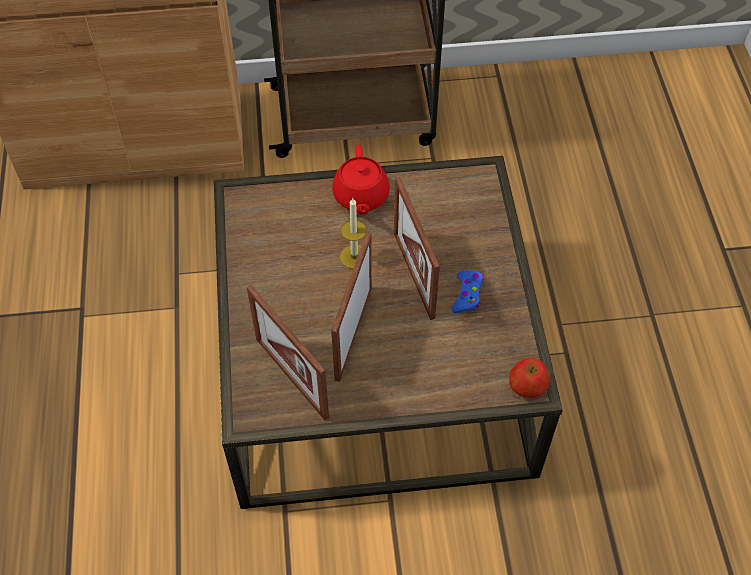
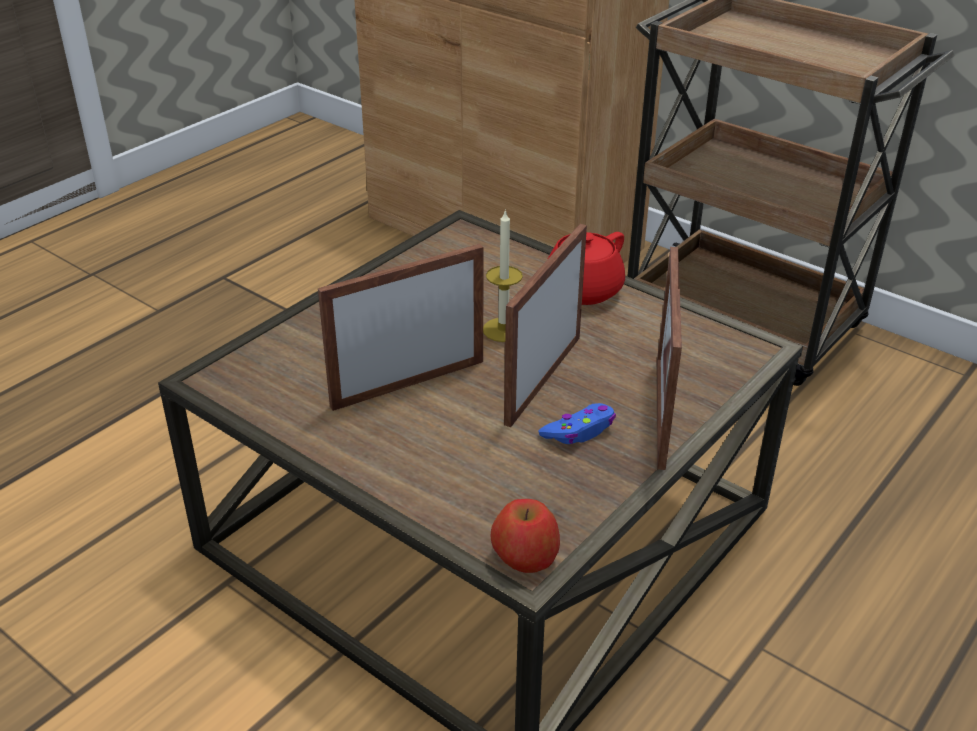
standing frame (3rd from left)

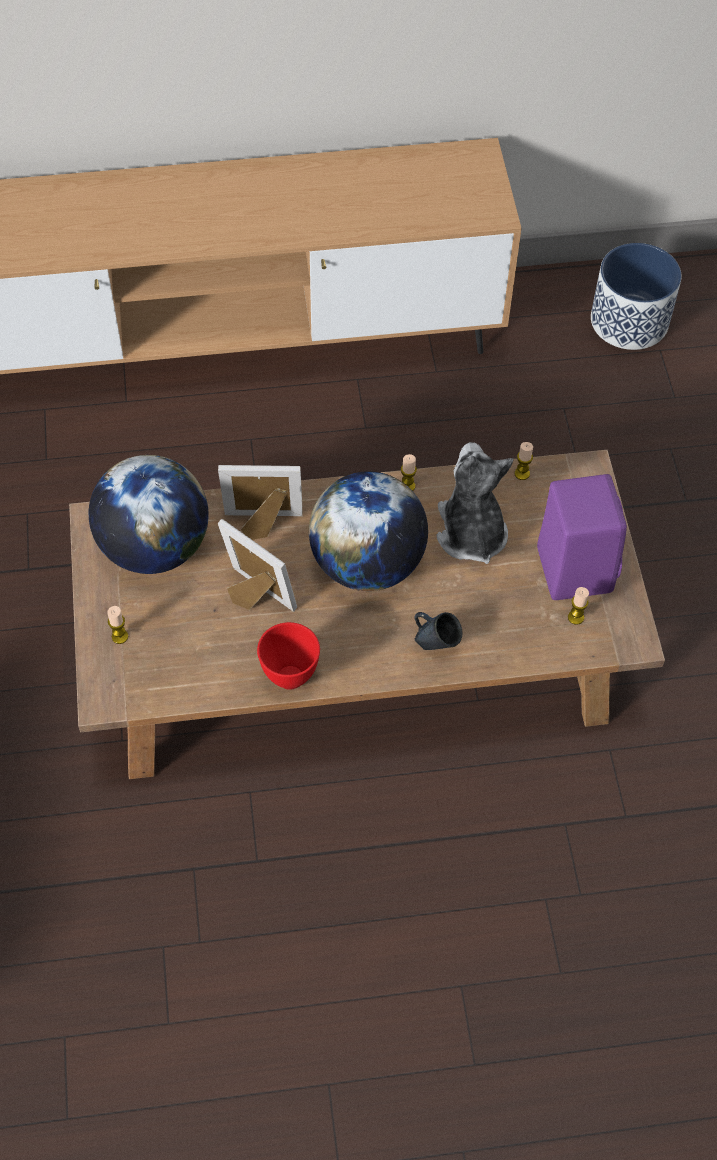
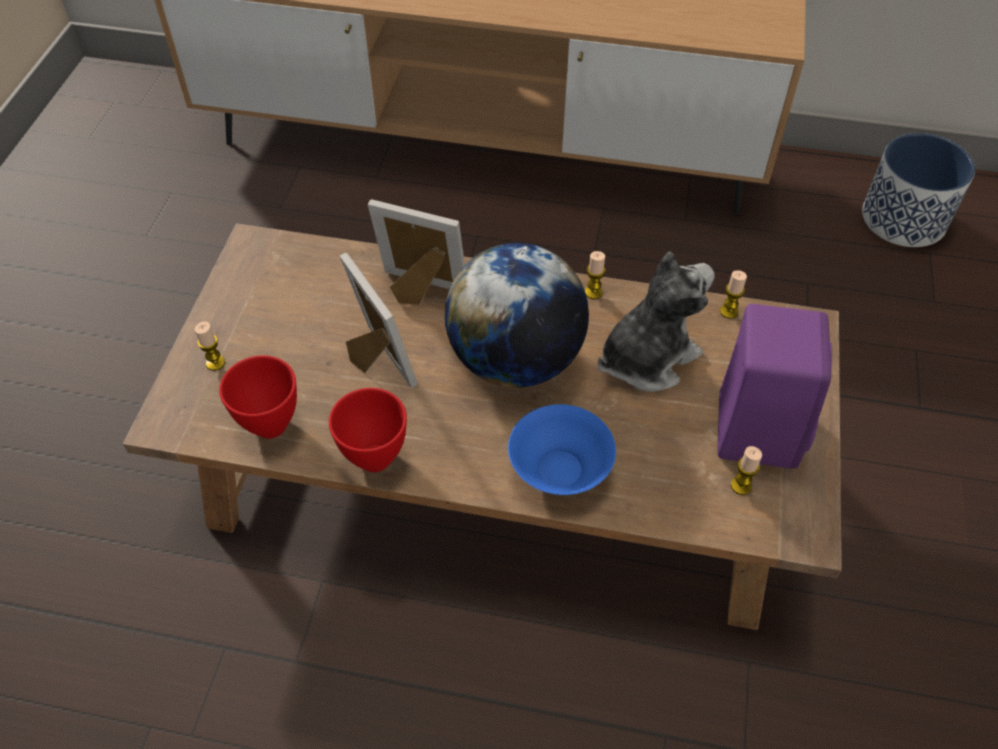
soft toy
desk globe (1st from left in the first image)
deep dish in blue-coloured
deep dish in red (1st from left)

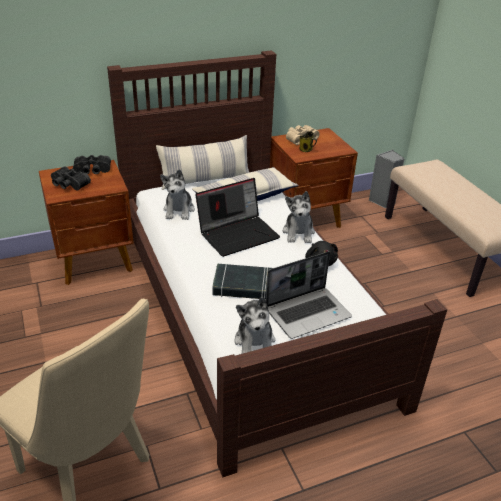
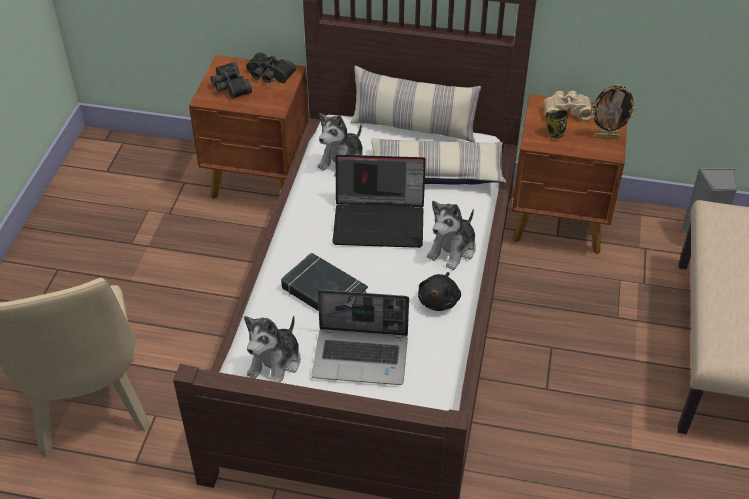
standing frame

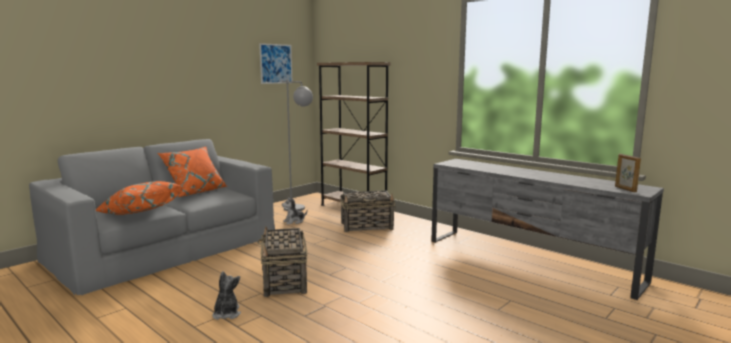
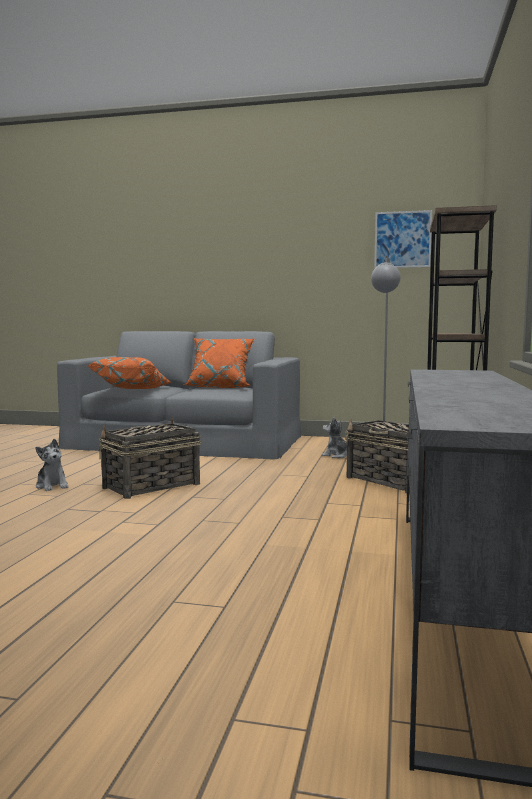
standing frame
soft toy (1st from left)

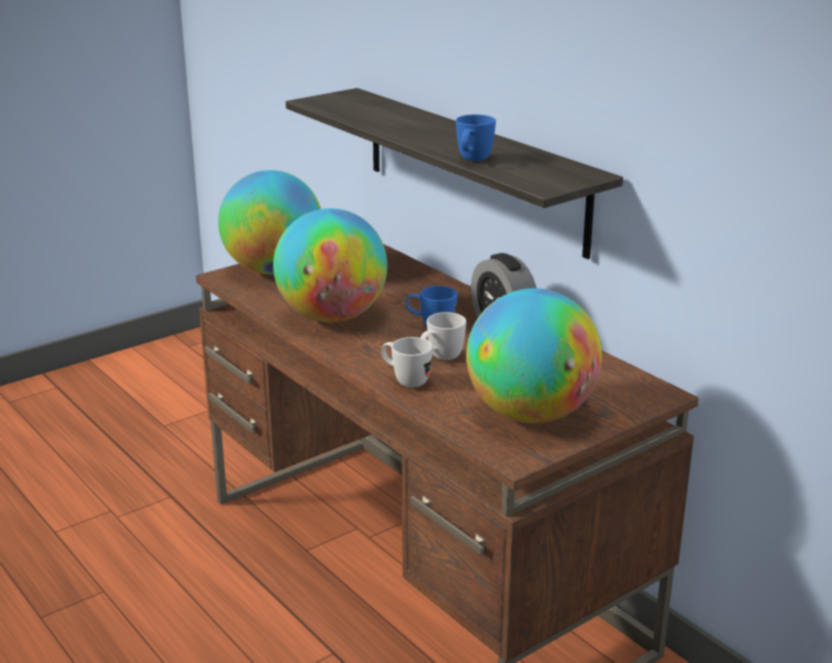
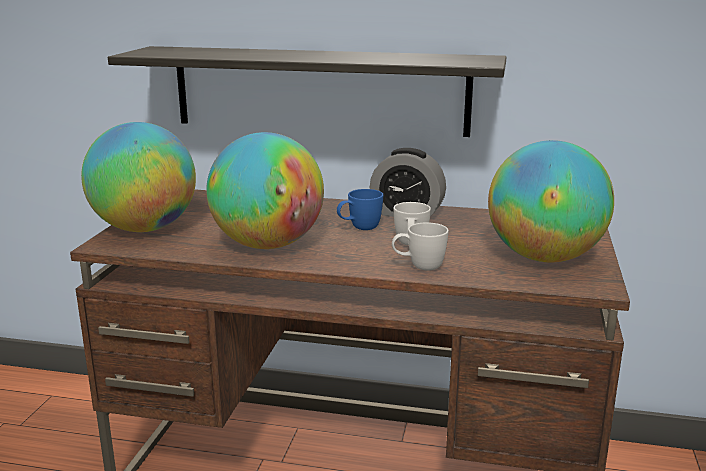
coffee mug in blue-coloured (2nd from left in the first image)

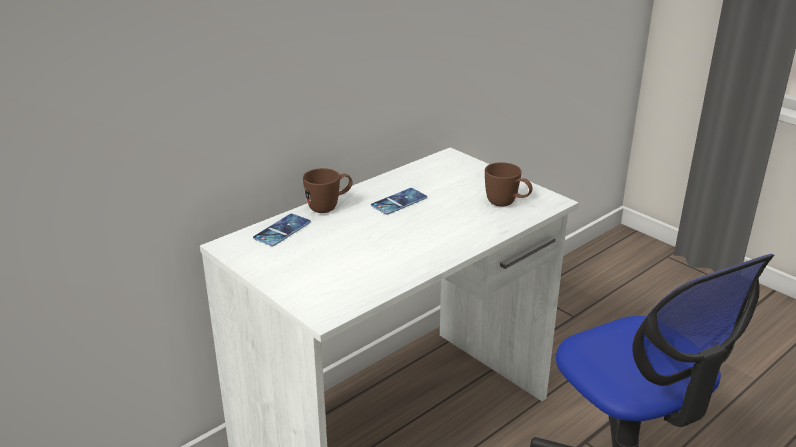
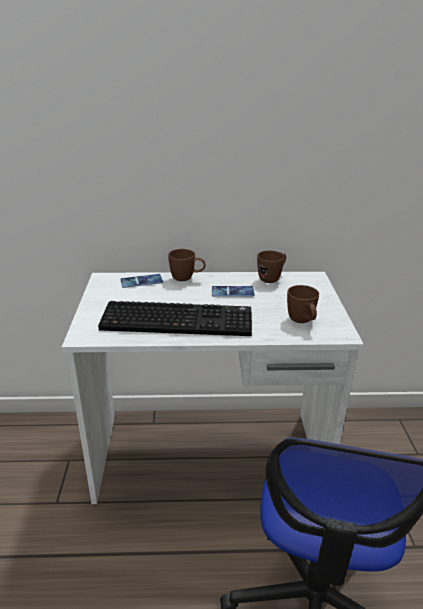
coffee mug in brownish (2nd from left)
computer keyboard

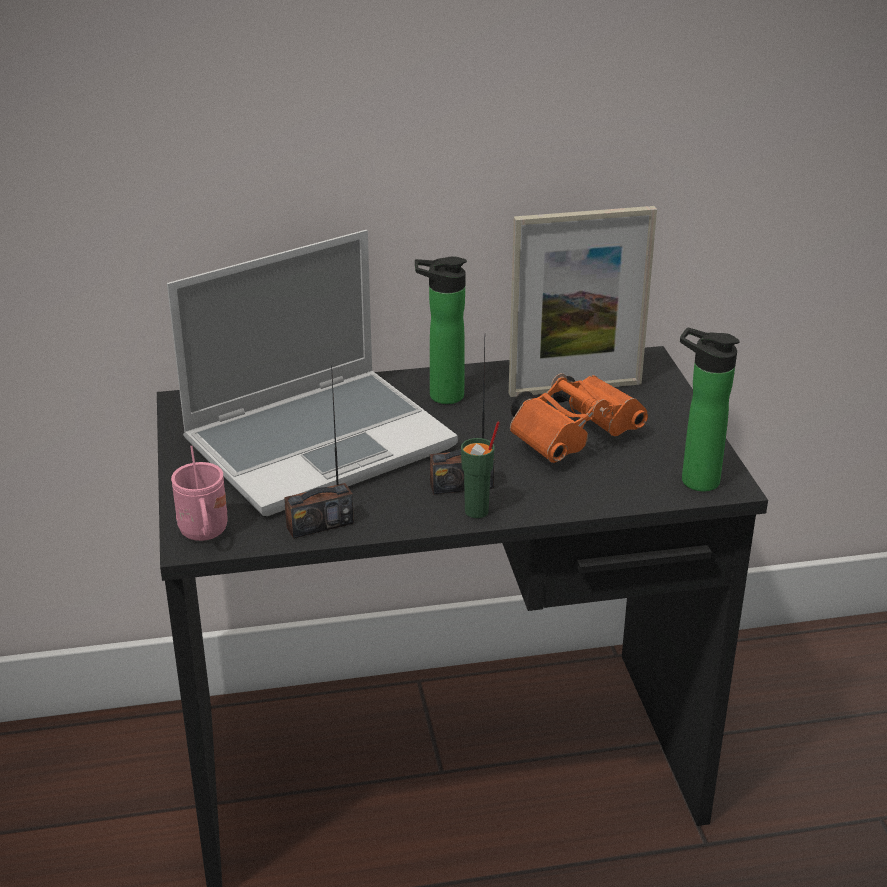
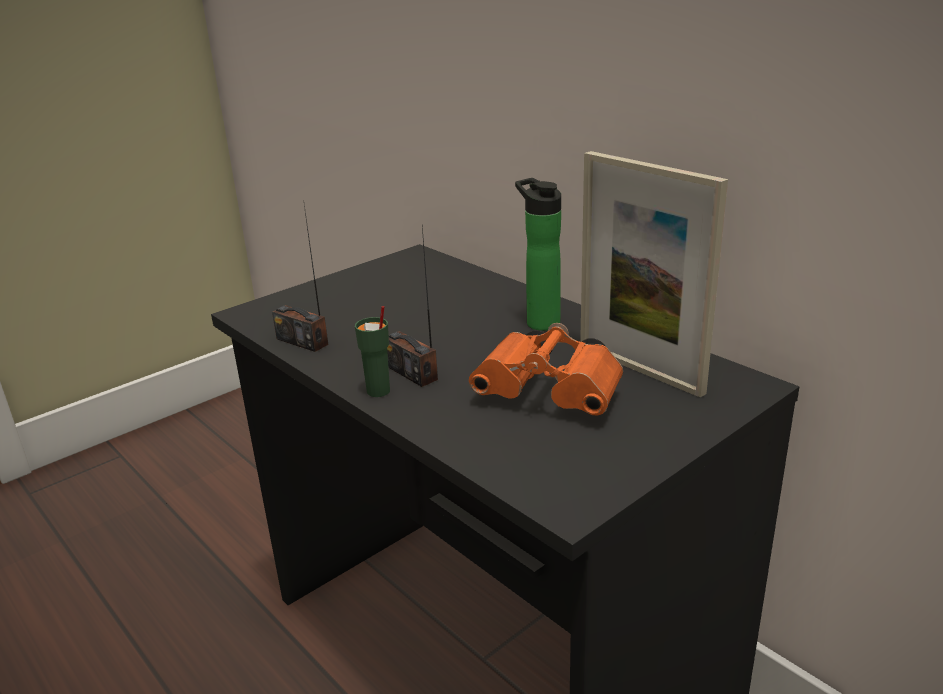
portable computer
bottle (2nd from left in the first image)
coffee mug in pinkish

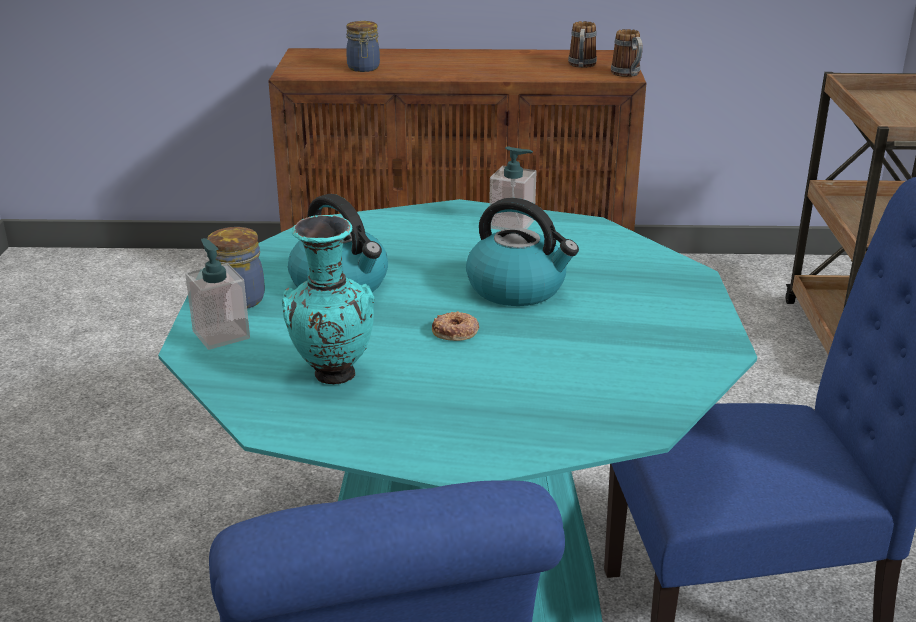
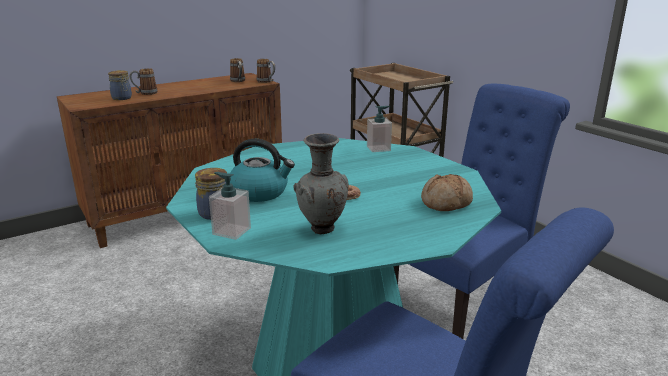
soap bottle (2nd from left)
tea kettle (2nd from left in the first image)
flower vase in grey
coffee mug (1st from left)
bread

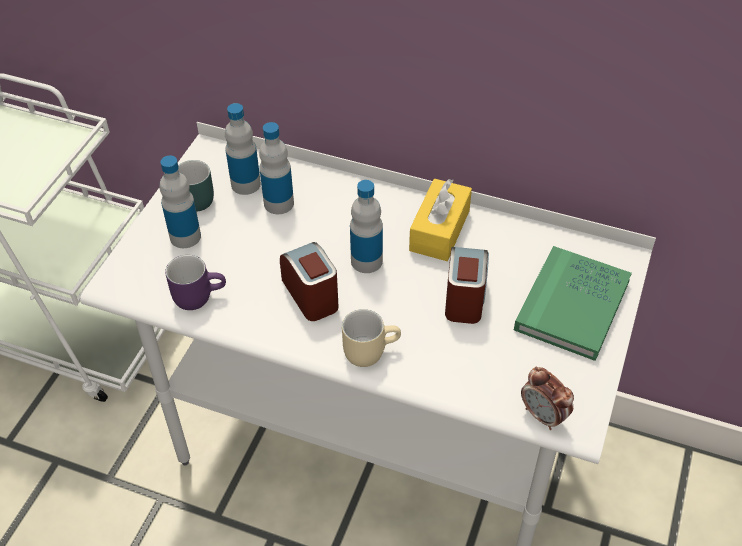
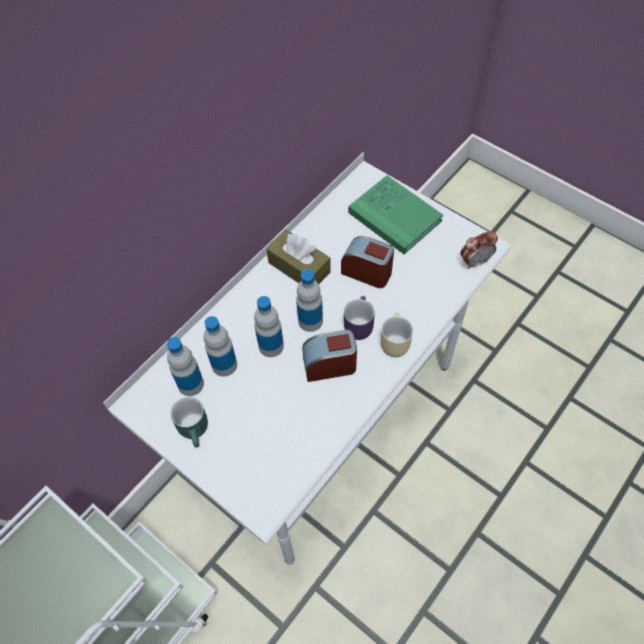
bottle (3rd from left)
tissue box in brownish
coffee mug in purple

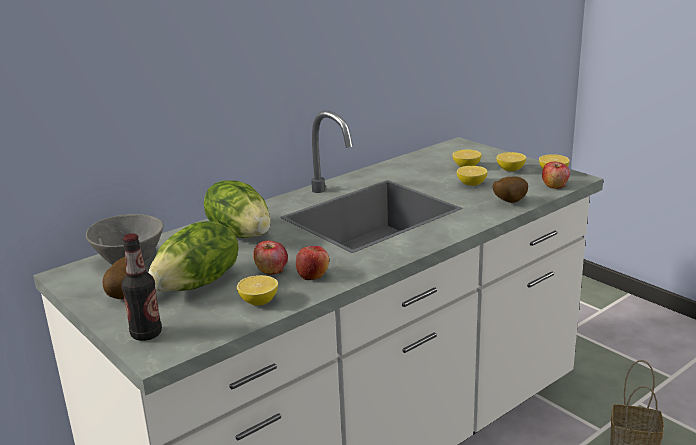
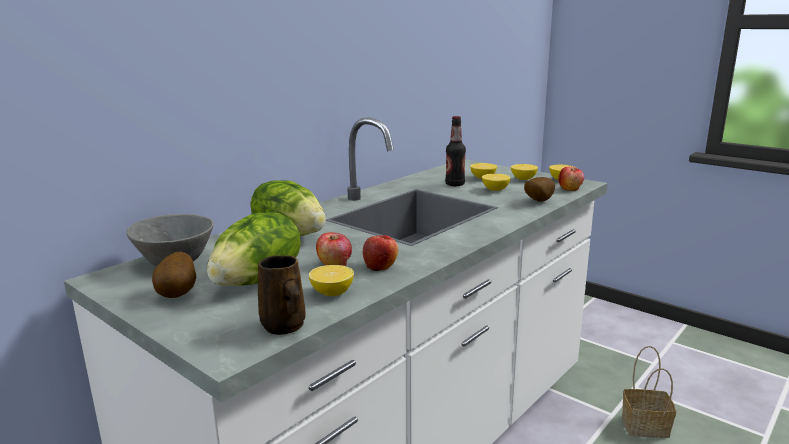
bottle
coffee mug in brownish

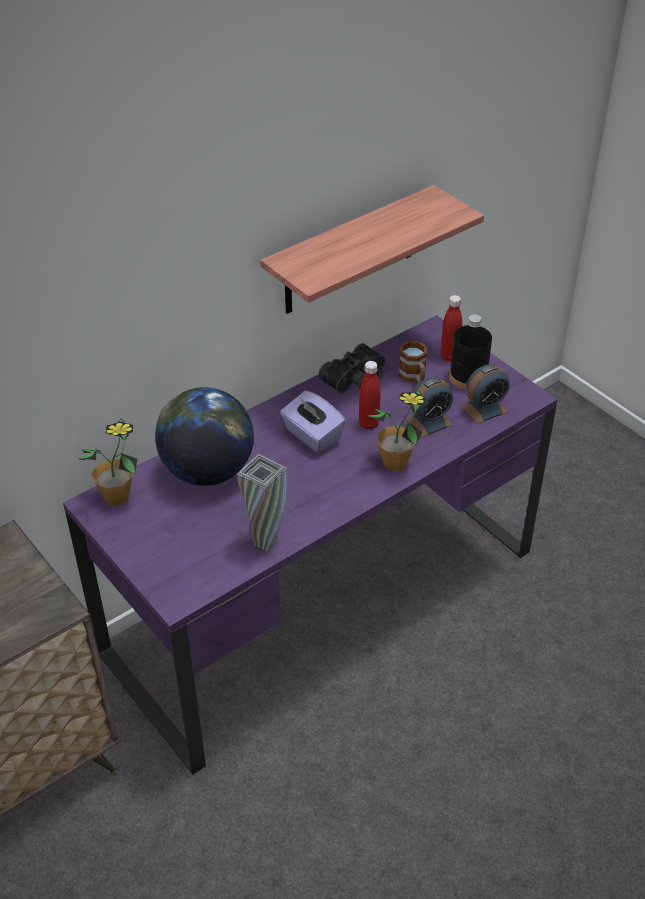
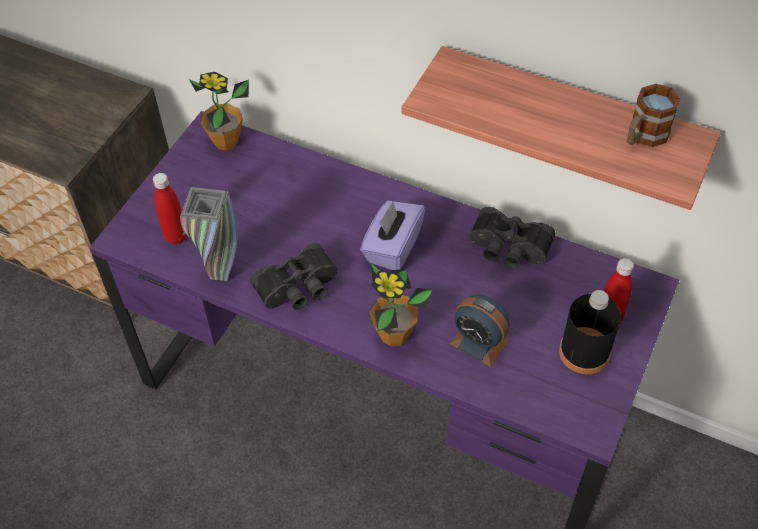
coffee mug
bottle in red (1st from left)
table clock (2nd from left in the first image)
desk globe
field glasses in black (1st from left)

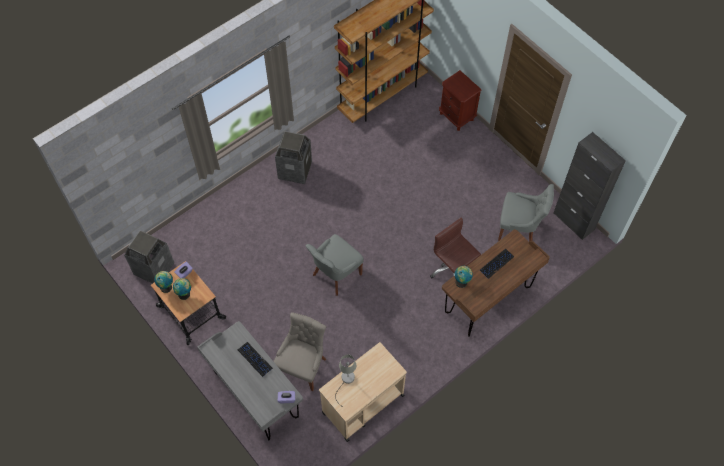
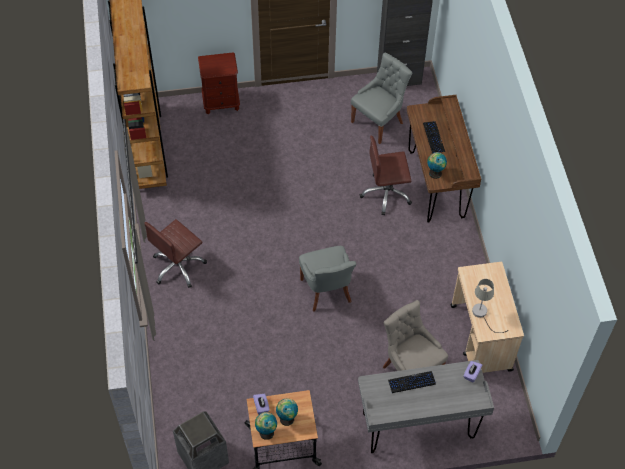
office chair in brownish (1st from left)

